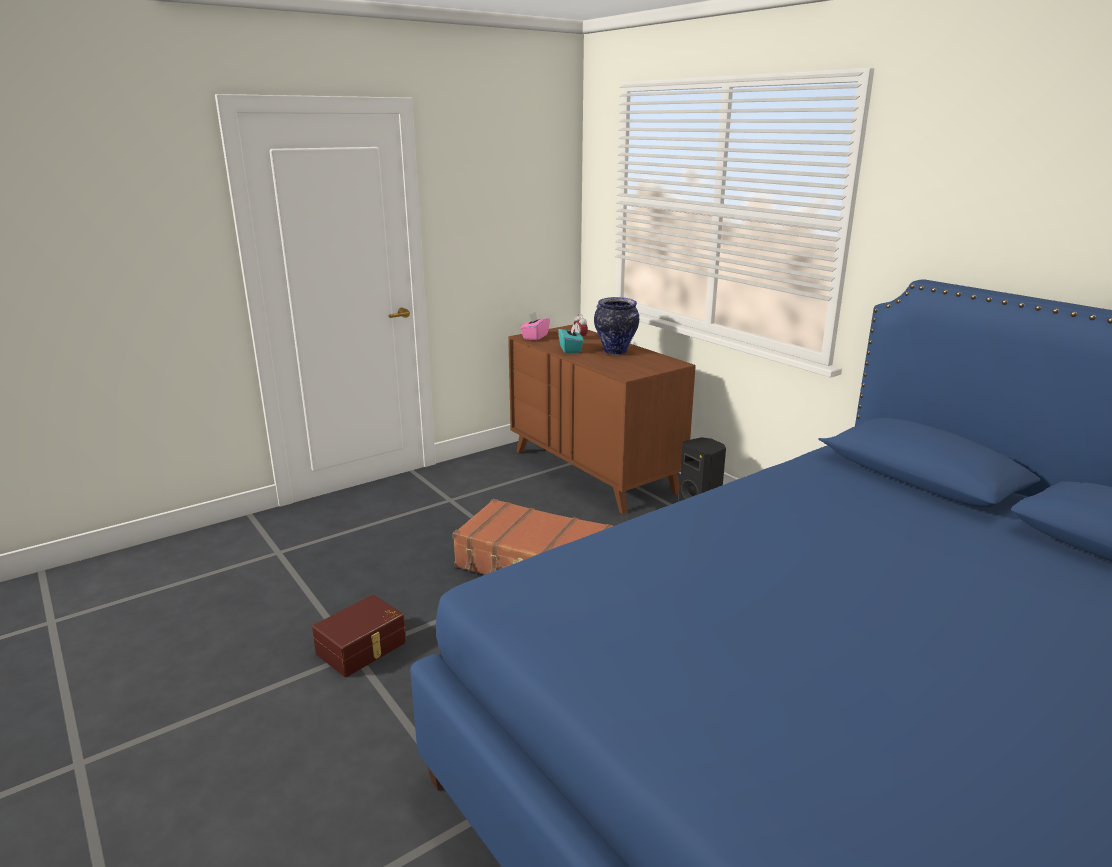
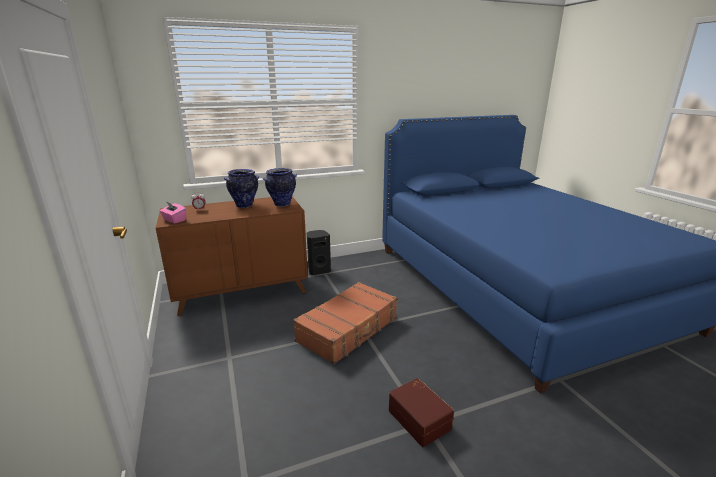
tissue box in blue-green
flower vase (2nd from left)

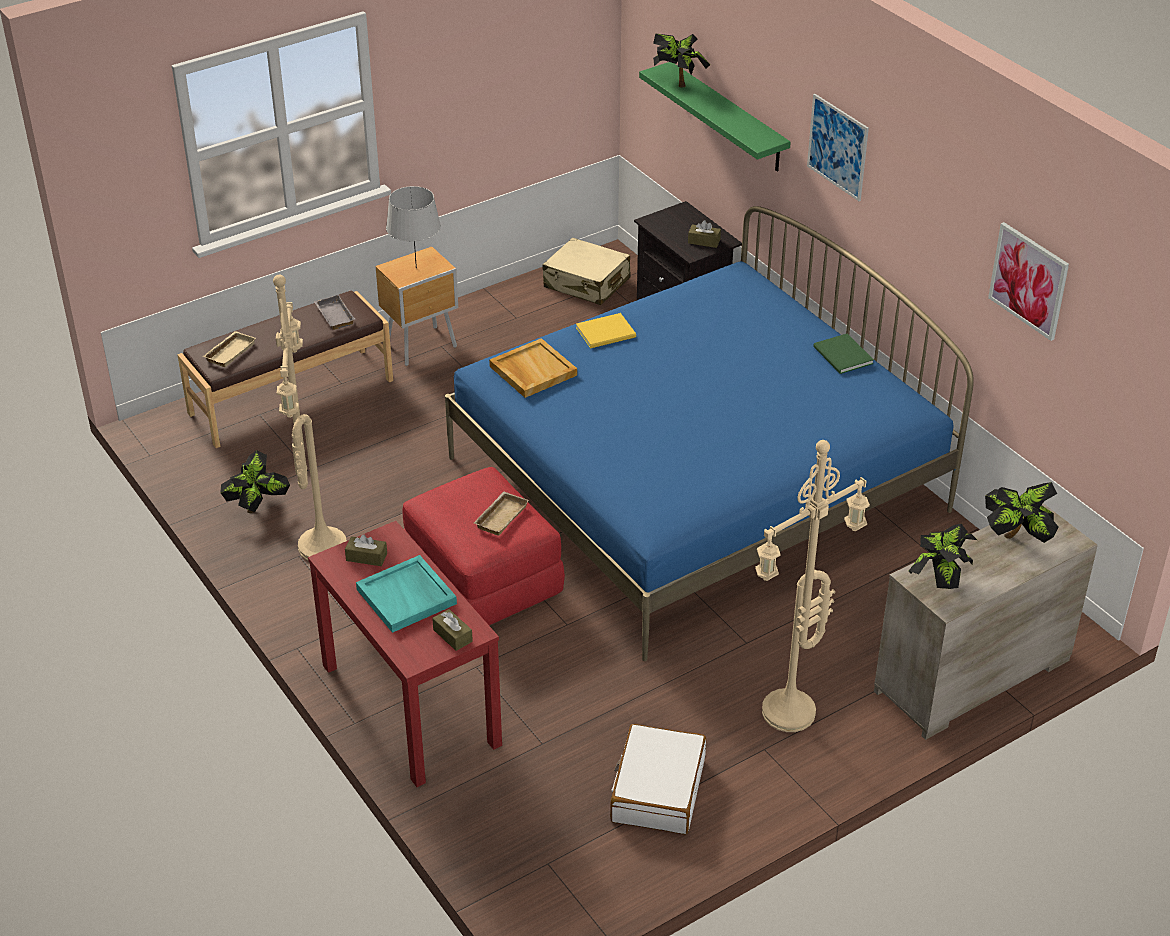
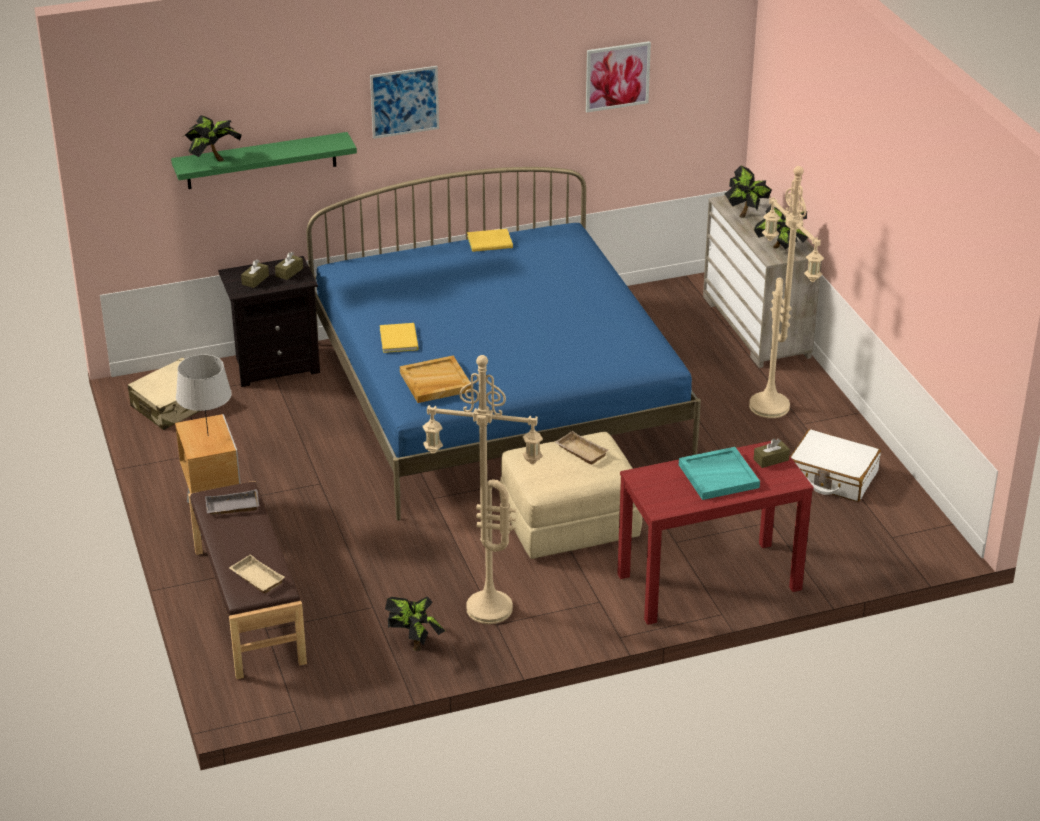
volume in yellow-coloured (2nd from left)
footrest in sand-coloured
tissue box in brownish (1st from left)

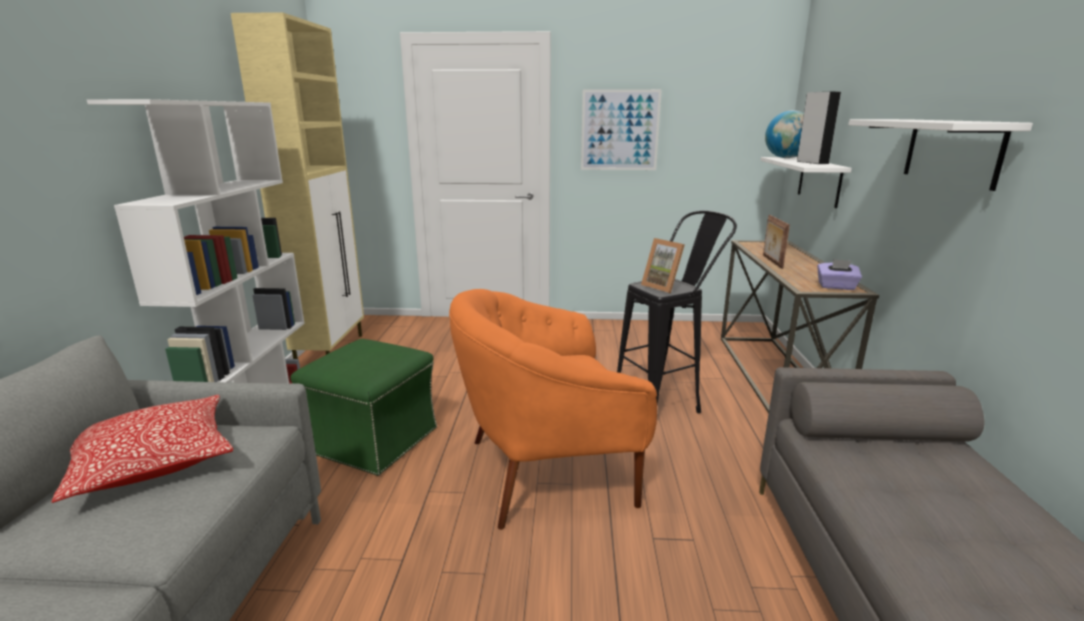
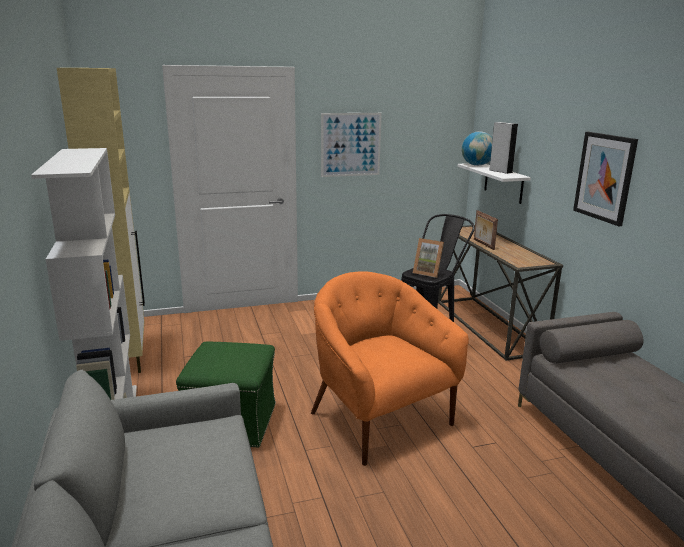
picture (2nd from left)
tissue box in purple
easy chair in orange
throw pillow

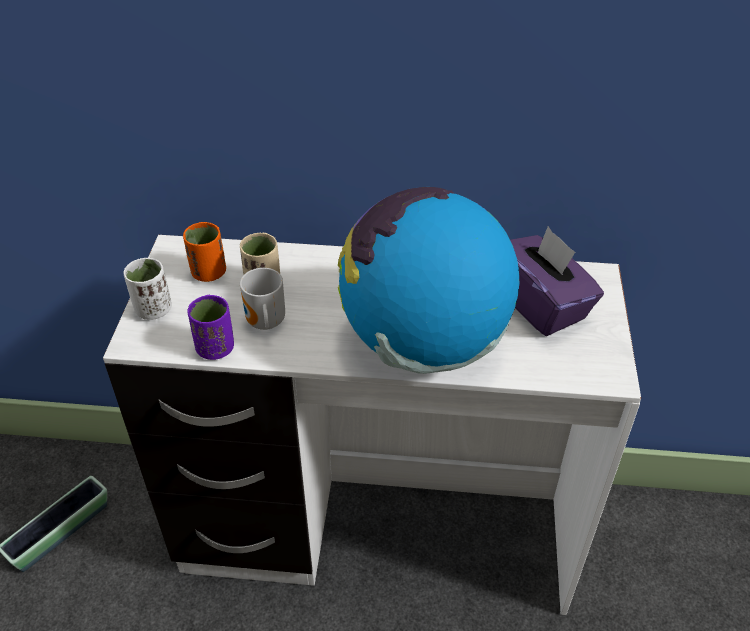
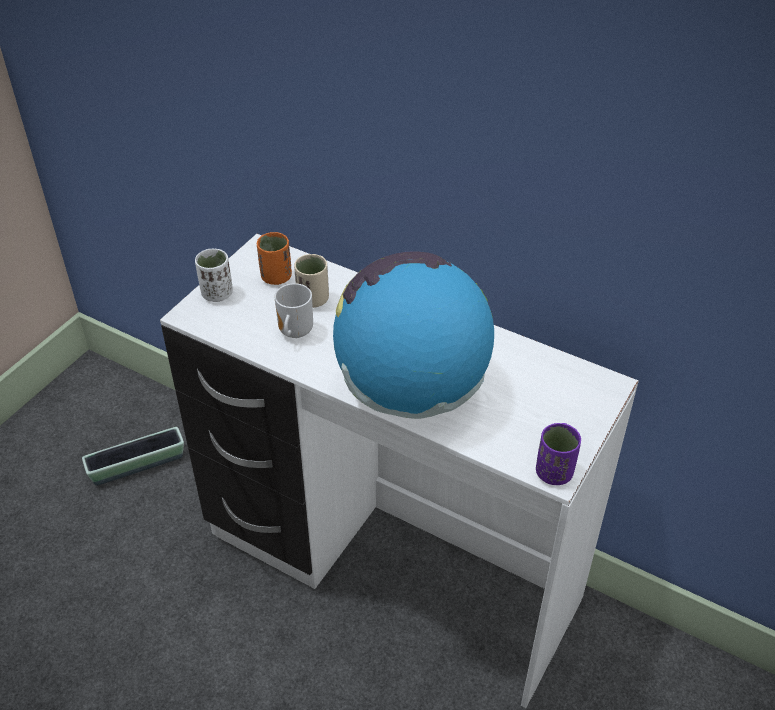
tissue box in purple
drinking cup in purple

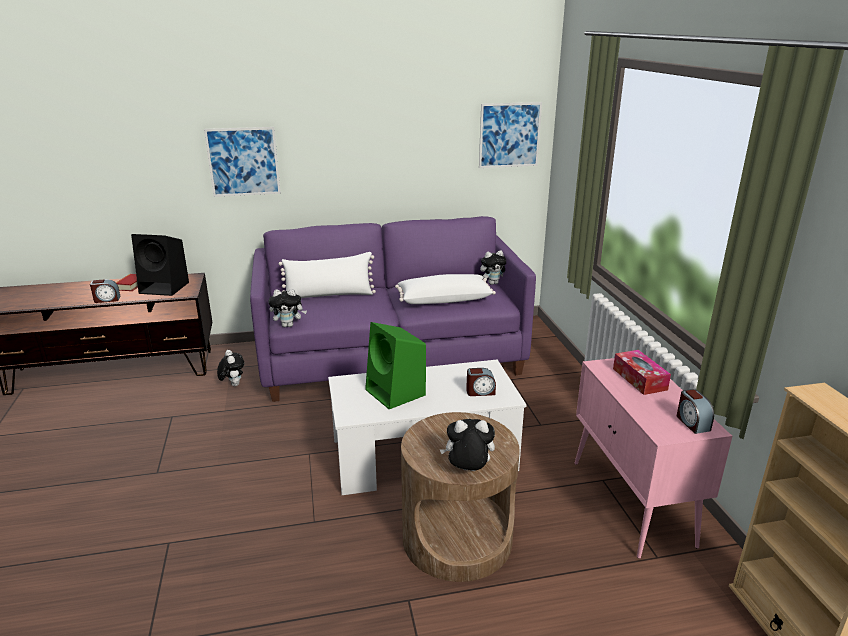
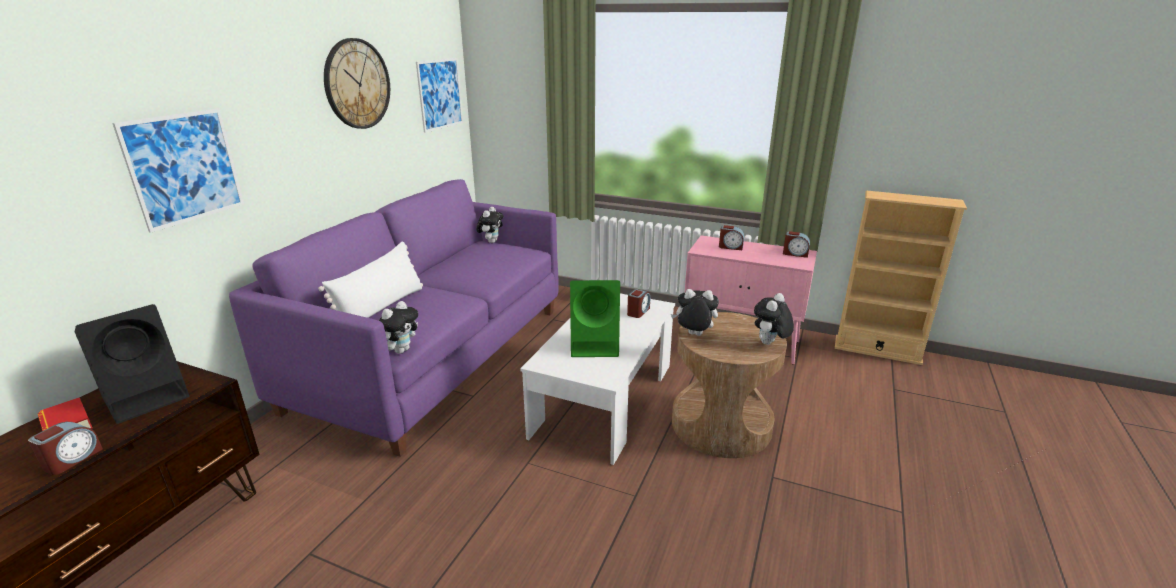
throw pillow in white-coloured (2nd from left in the first image)
soft toy (3rd from left)
table clock (3rd from left)
wall clock

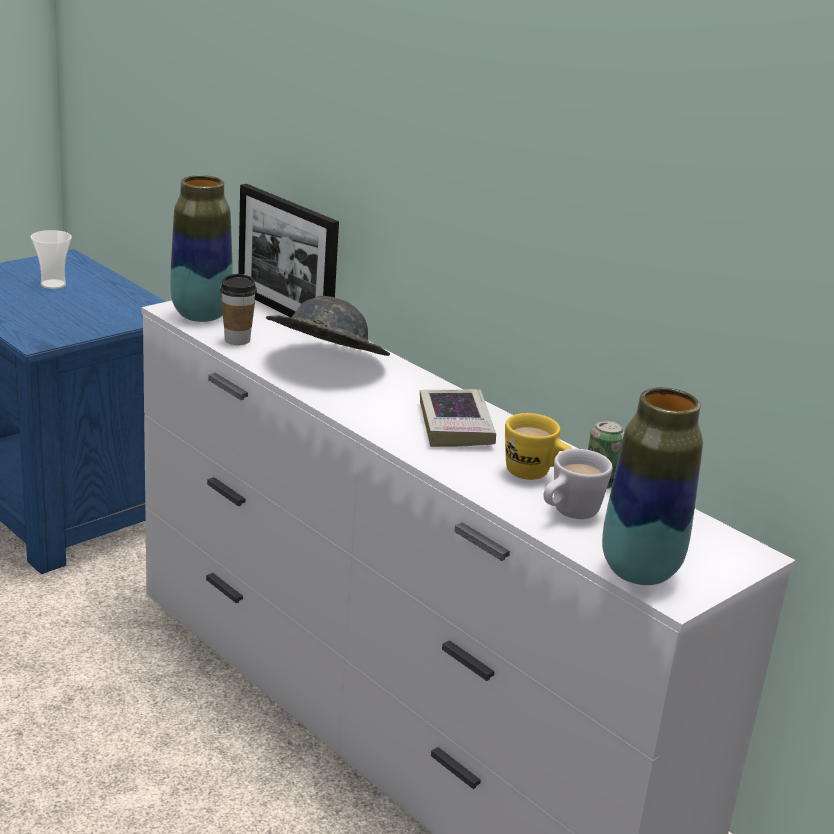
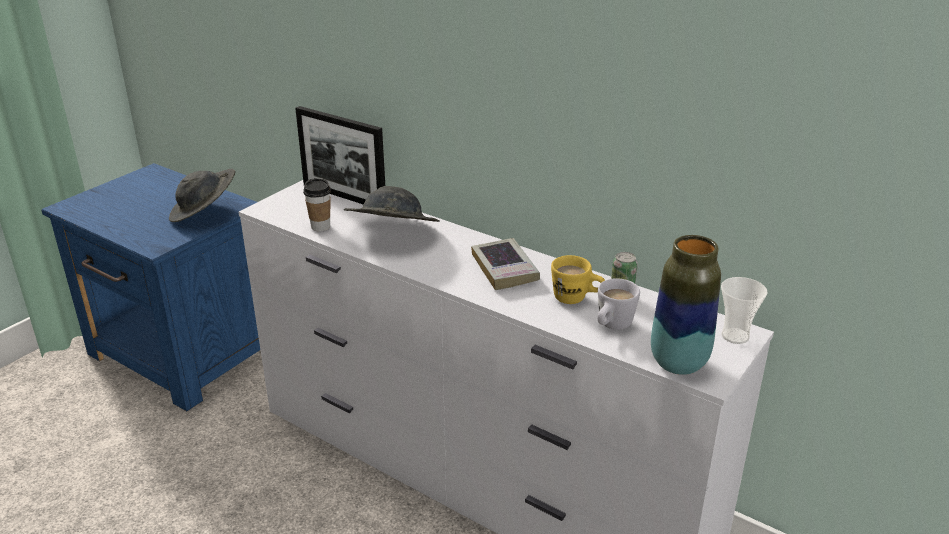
flower vase (1st from left in the first image)
drinking cup (2nd from left)
wearable hat in grey (1st from left)

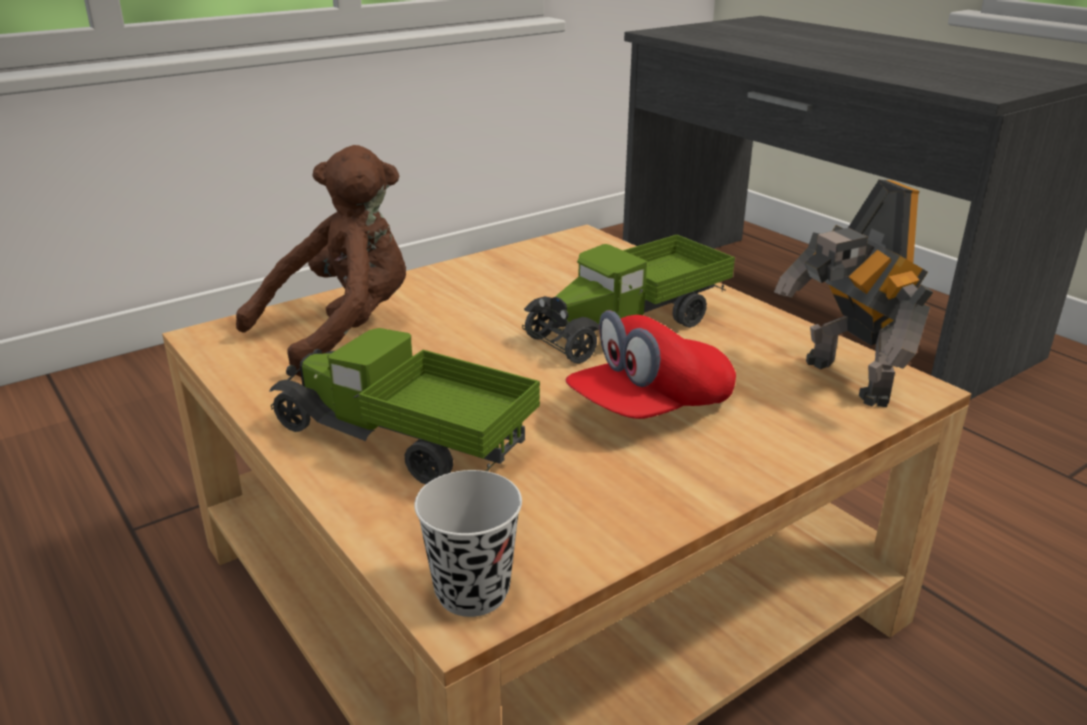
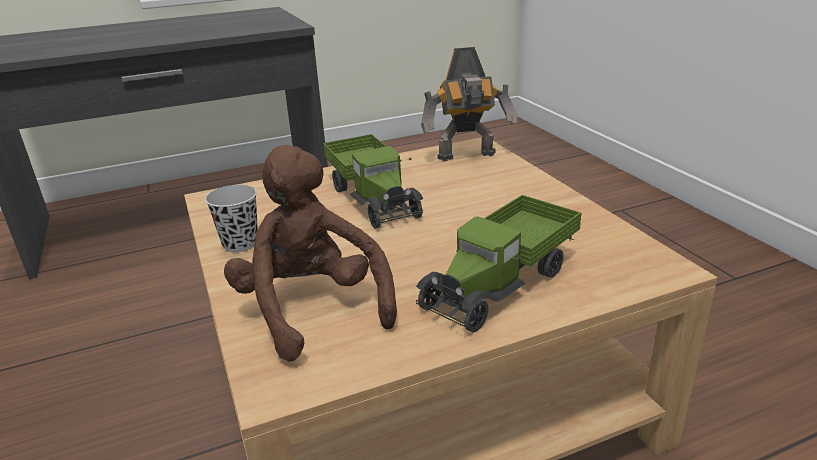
cap in red
drinking cup in black

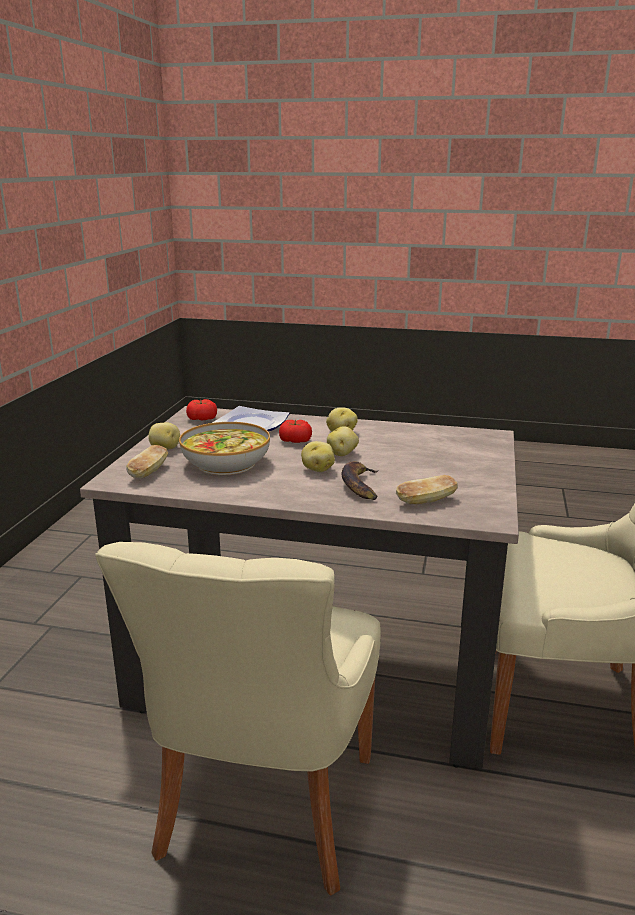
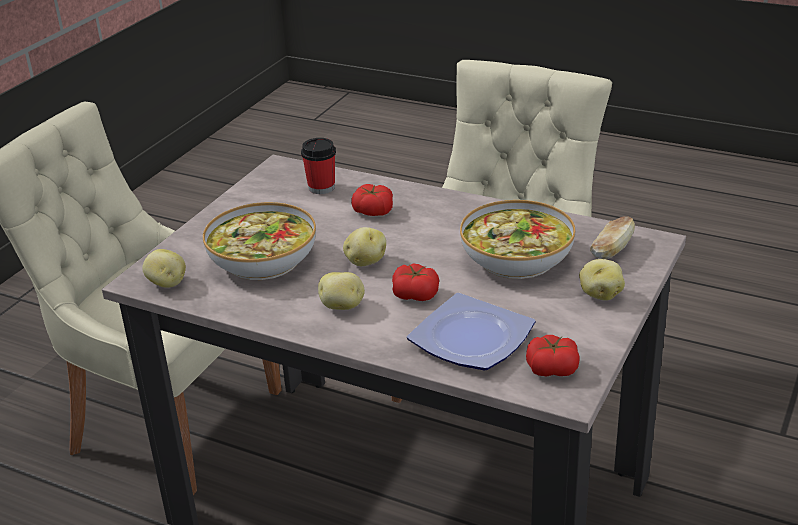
whole potato (1st from left)
whole tomato (1st from left)
drinking cup
deep dish (1st from left)

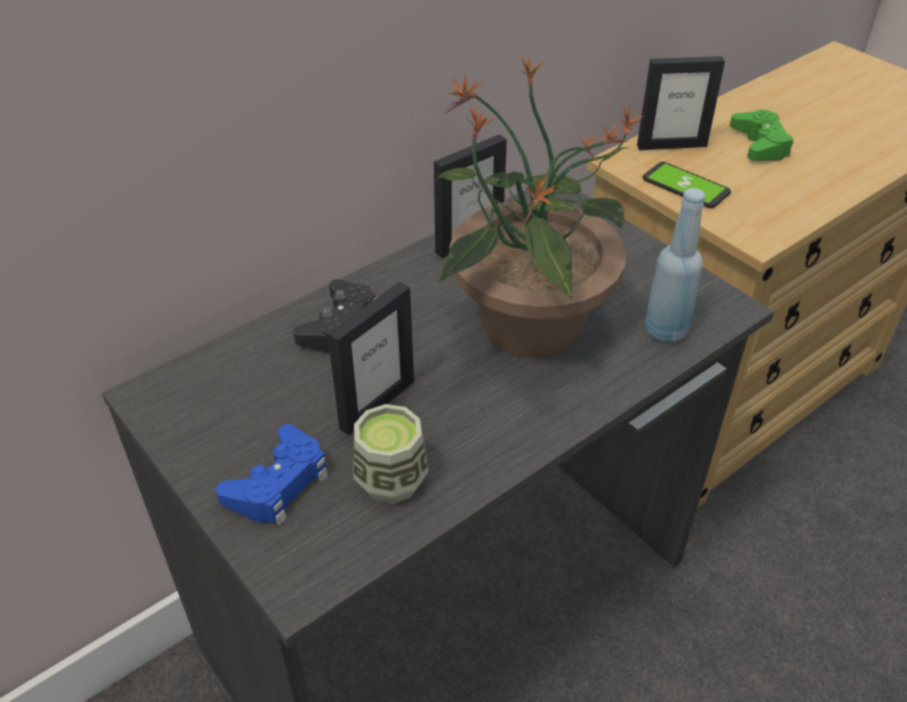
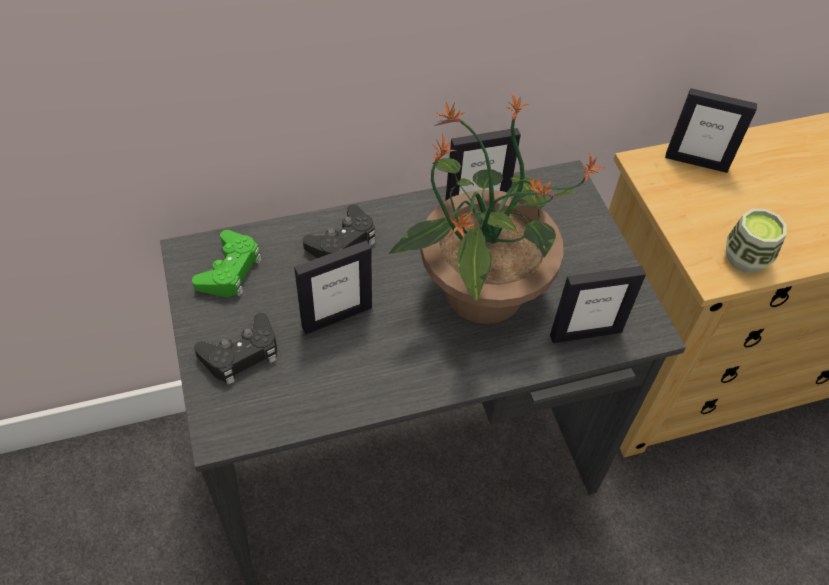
game controller in green-coloured
handset
standing frame (3rd from left)
drinking cup
game controller in black (1st from left)

